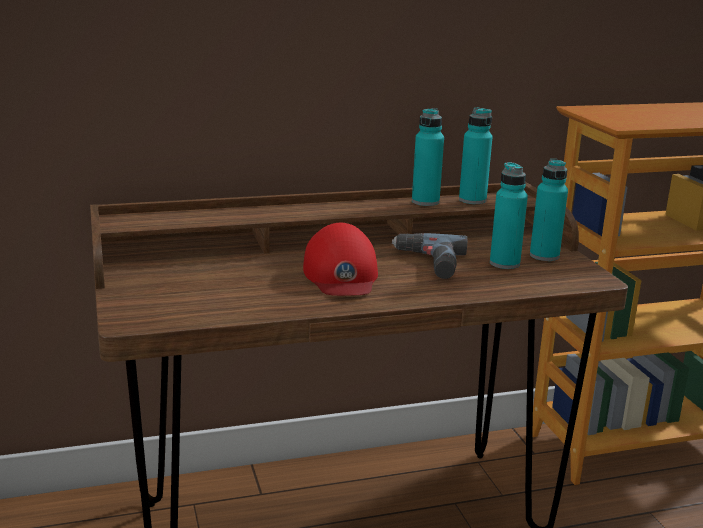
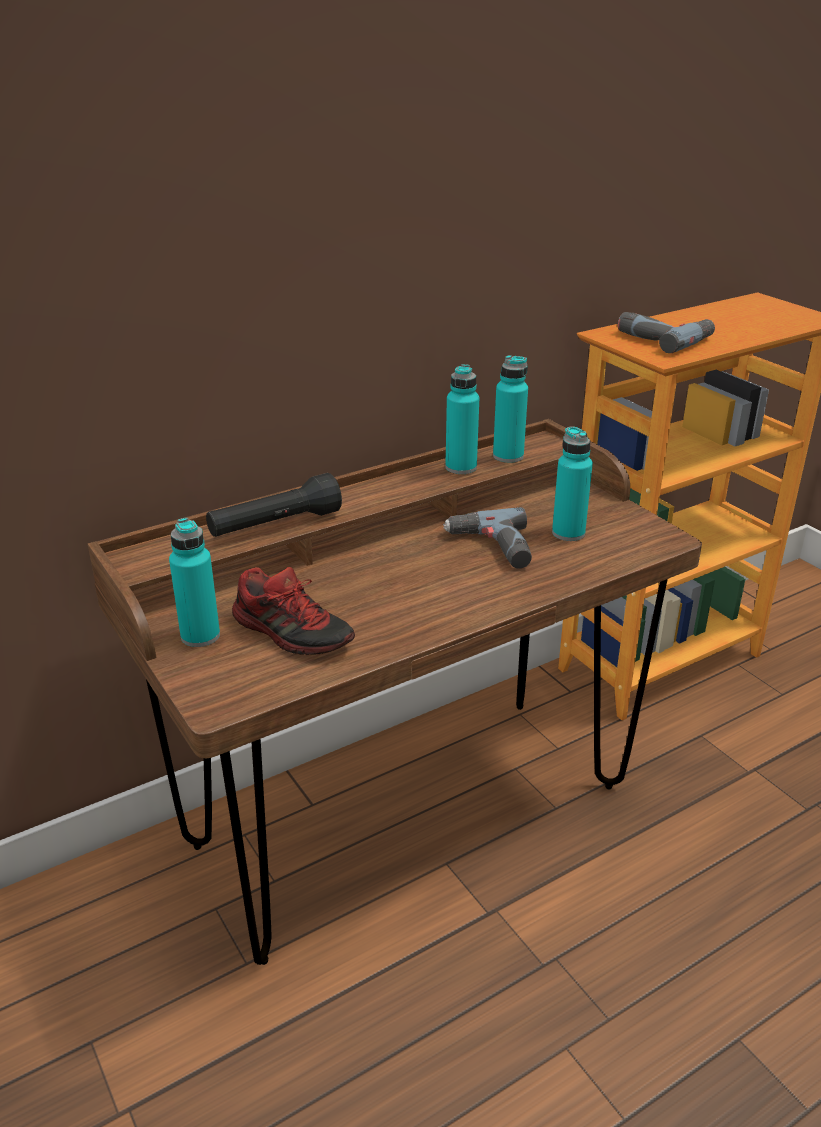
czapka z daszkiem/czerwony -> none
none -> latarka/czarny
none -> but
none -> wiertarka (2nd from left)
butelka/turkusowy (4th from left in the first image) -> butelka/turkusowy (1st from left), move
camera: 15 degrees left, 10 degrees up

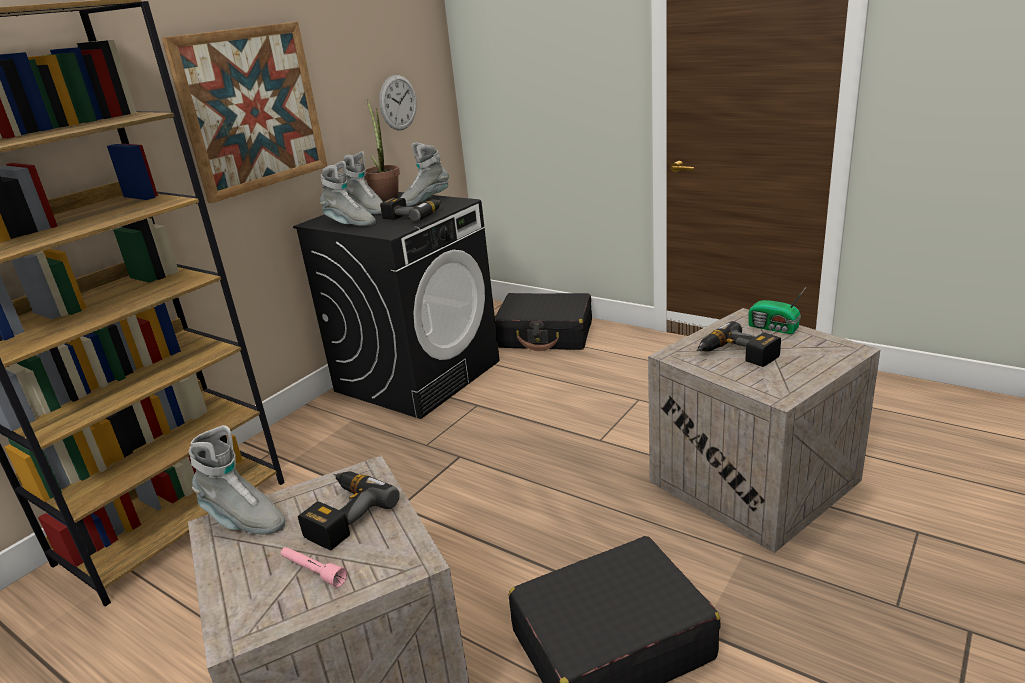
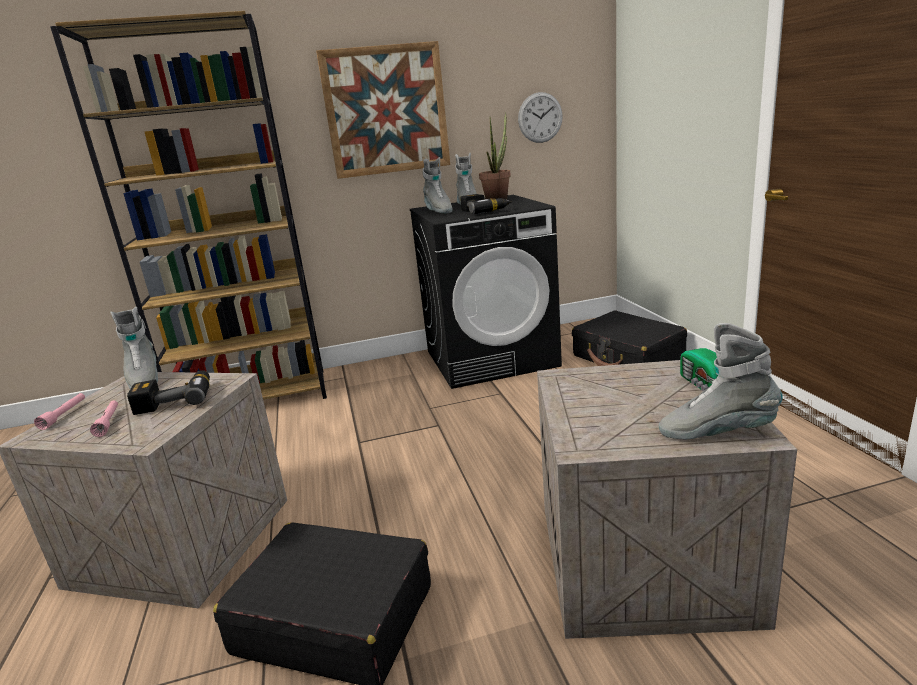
wiertarka (3rd from left) -> none
none -> latarka/różowy (1st from left)
but z cholewką/szary (4th from left), move
camera: 40 degrees right, 5 degrees down

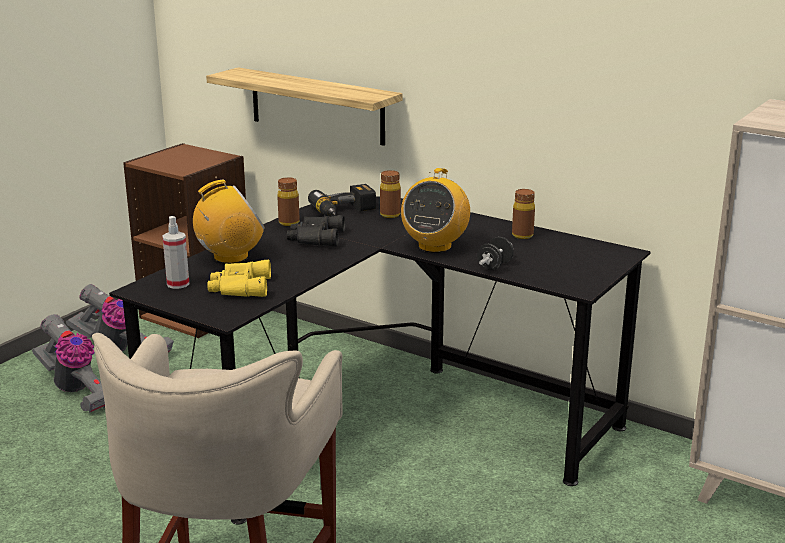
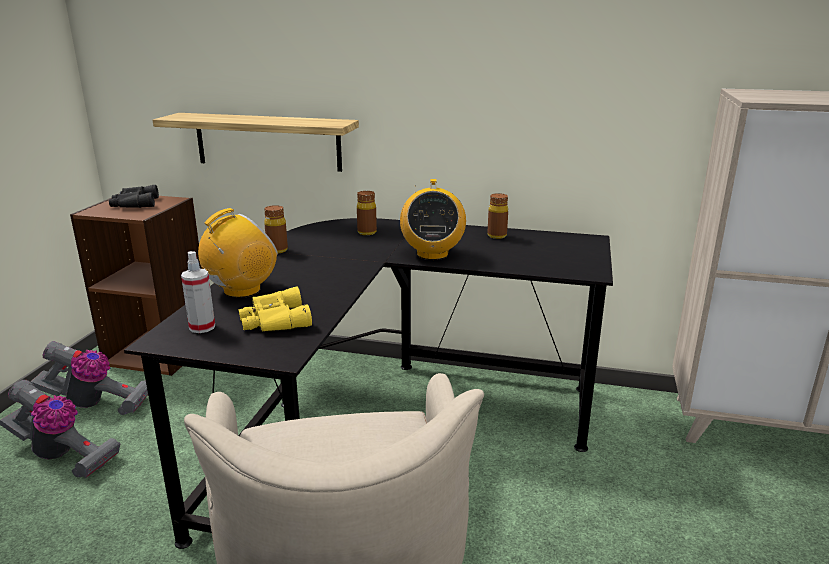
wiertarka -> none
hantel/czarny -> none
lornetka/czarny, move
camera: 20 degrees left, 0 degrees up

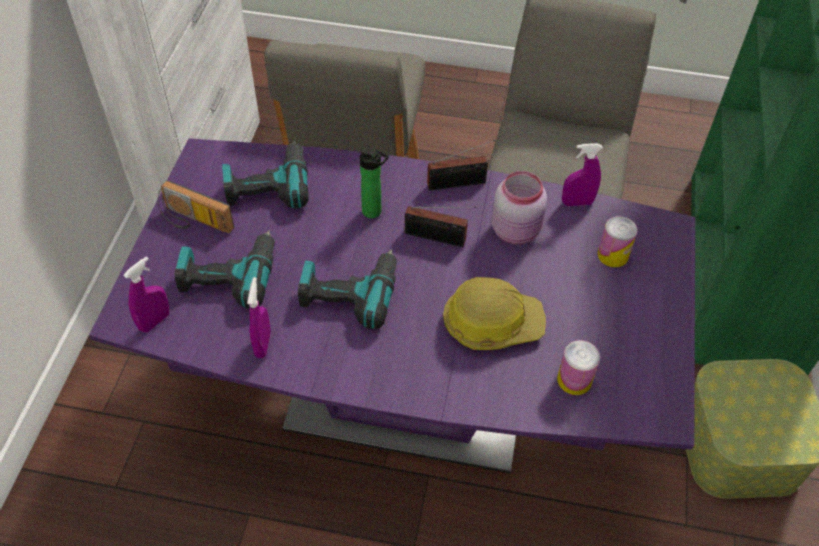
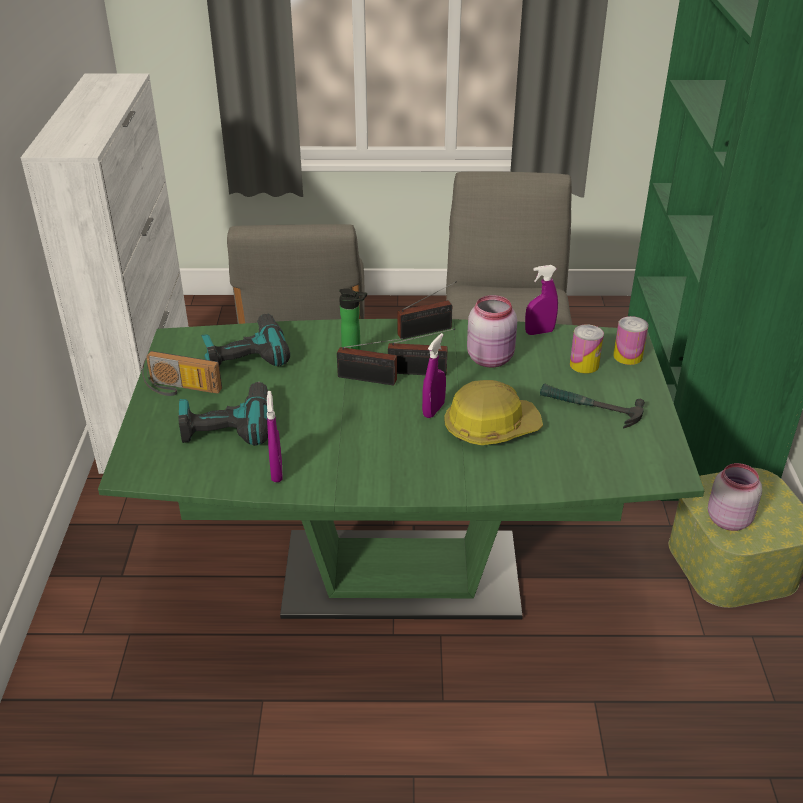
wiertarka (3rd from left) -> none
none -> radio (2nd from left)
none -> młotek
none -> słoik/różowy (2nd from left)
spryskiwacz/fioletowy (1st from left in the first image) -> spryskiwacz/fioletowy (2nd from left), move
puszka (1st from left in the first image) -> puszka (2nd from left), move
stół jadalny/fioletowy -> stół jadalny/zielony
camera: 10 degrees left, 15 degrees down

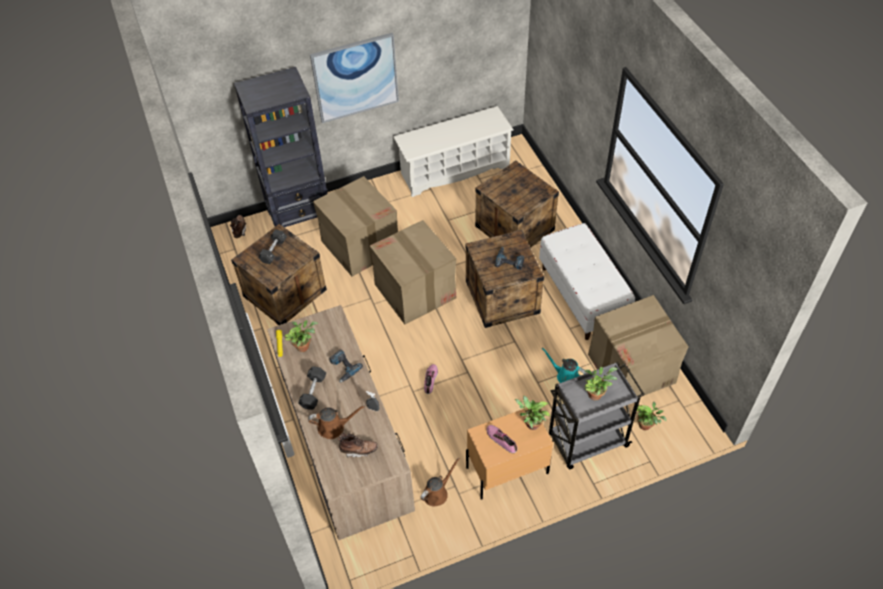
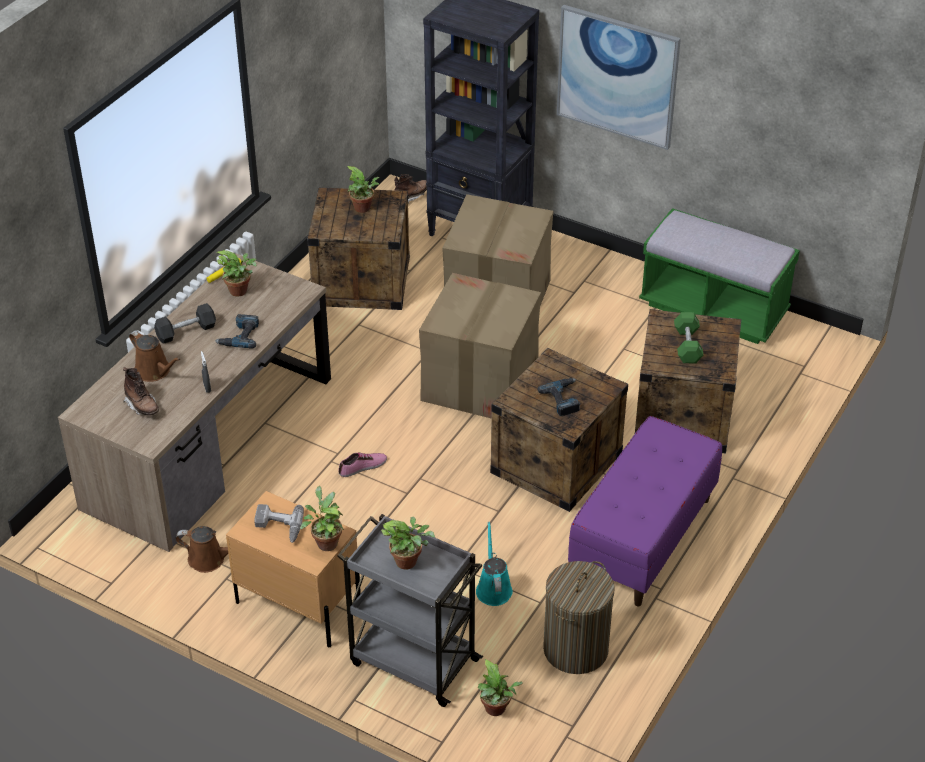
none -> hantel/zielony
hantel/czarny (1st from left) -> roślina doniczkowa (3rd from left)
regał na buty/biały -> ławka/zielony
but (2nd from left) -> wiertarka (2nd from left)
karton (3rd from left) -> kosz na pranie
ławka/biały -> ławka/fioletowy
camera: 50 degrees right, 10 degrees down

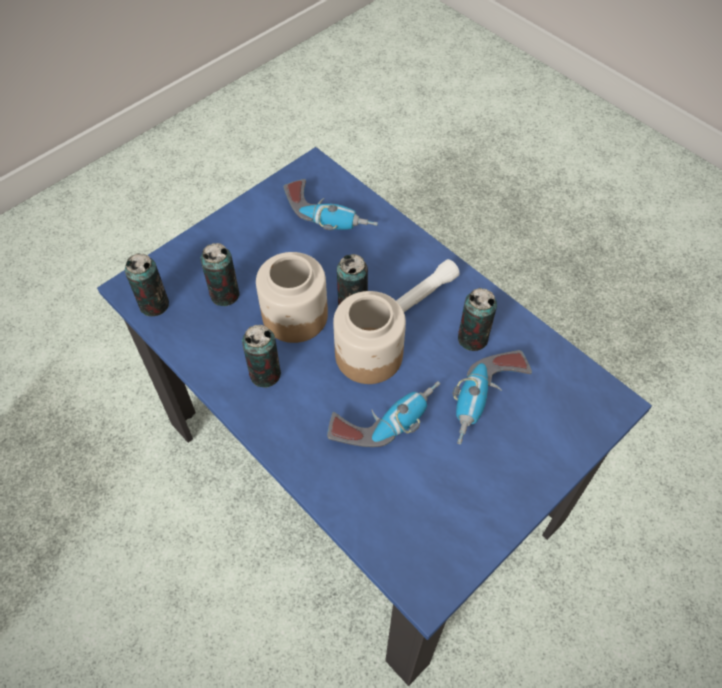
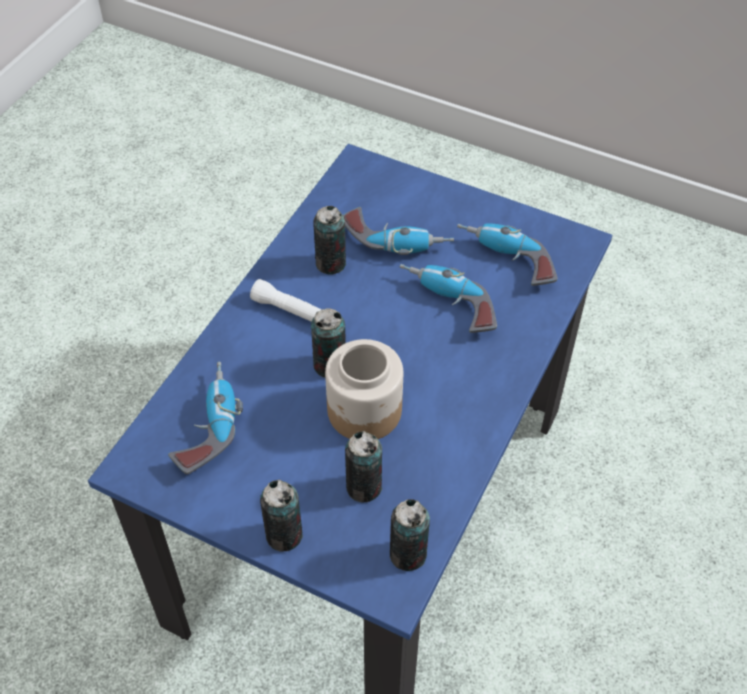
słoik (2nd from left) -> none
none -> wiertarka (4th from left)
puszka (3rd from left in the first image) -> puszka (1st from left), move
camera: 110 degrees left, 5 degrees down

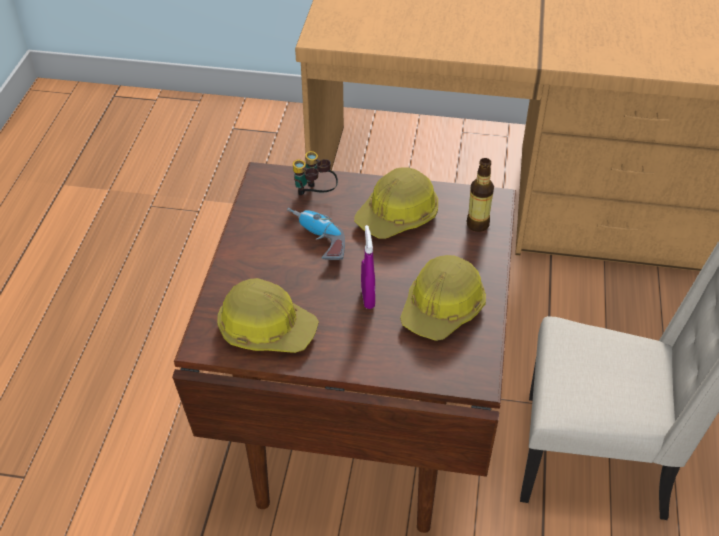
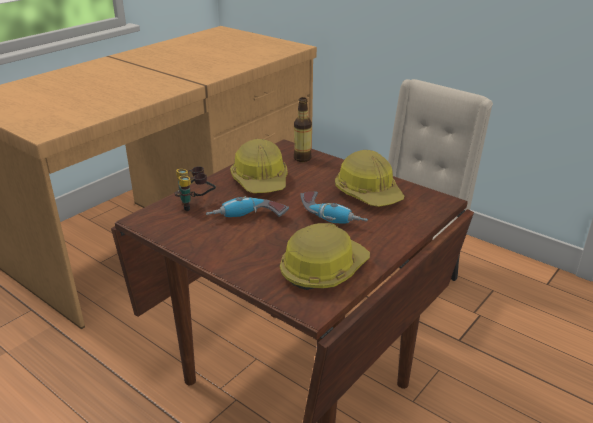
spryskiwacz/fioletowy -> wiertarka (2nd from left)
camera: 60 degrees left, 15 degrees down

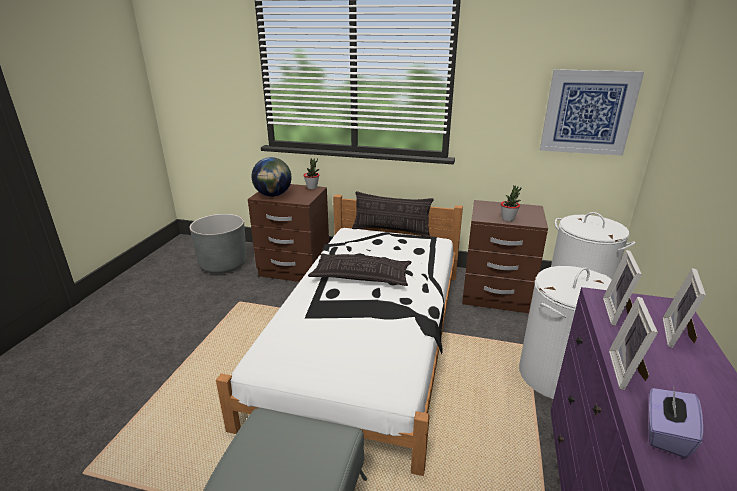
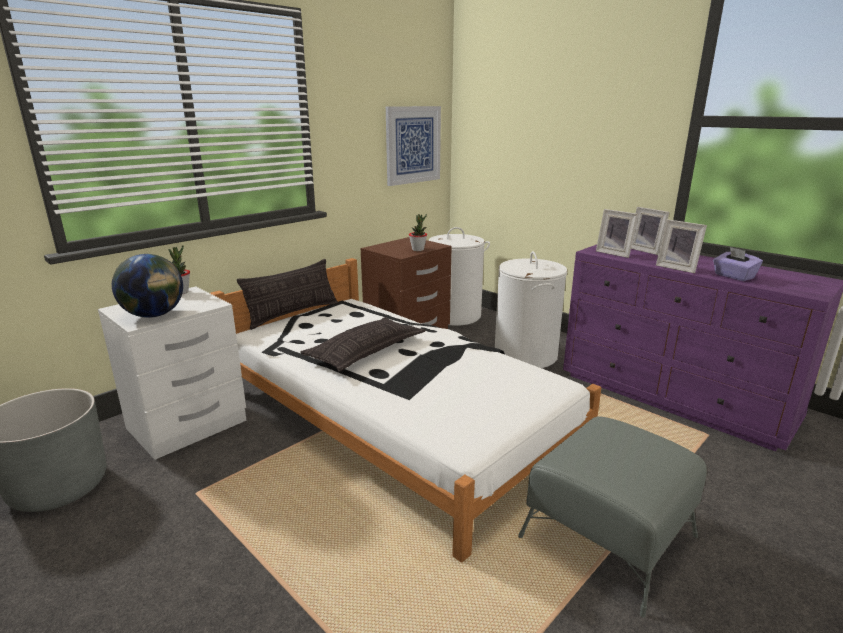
szafka nocna/brązowy (1st from left) -> szafka nocna/biały
camera: 60 degrees left, 5 degrees down

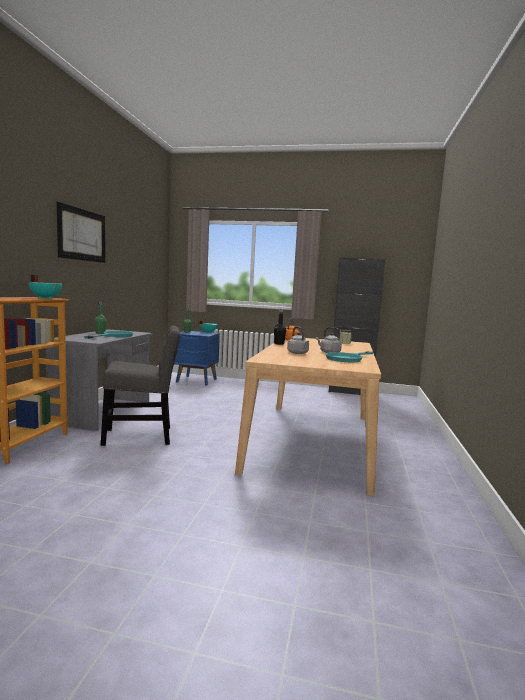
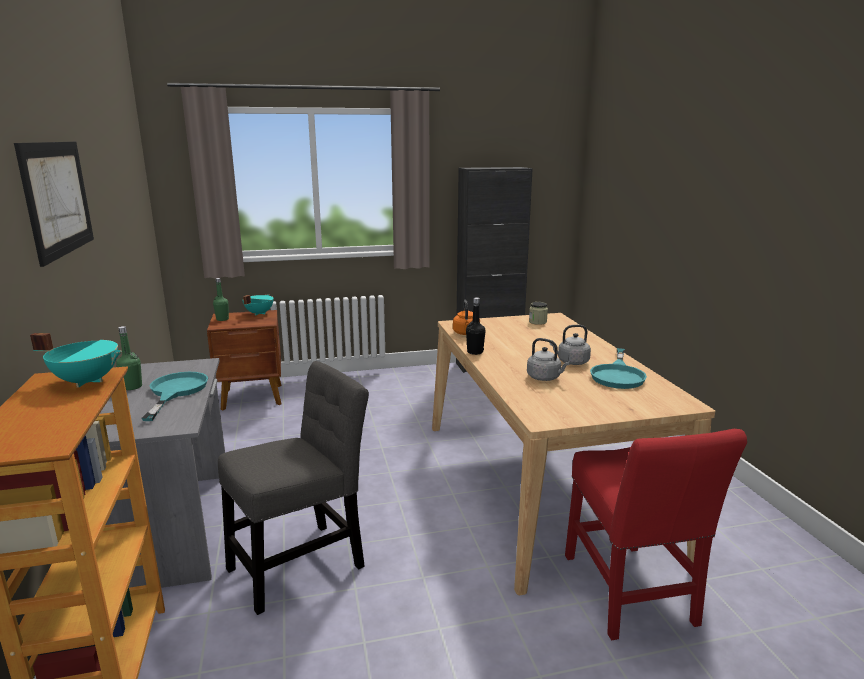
none -> krzesło/czerwony
szafka nocna/niebieski -> szafka nocna/brązowy
camera: 25 degrees left, 10 degrees up

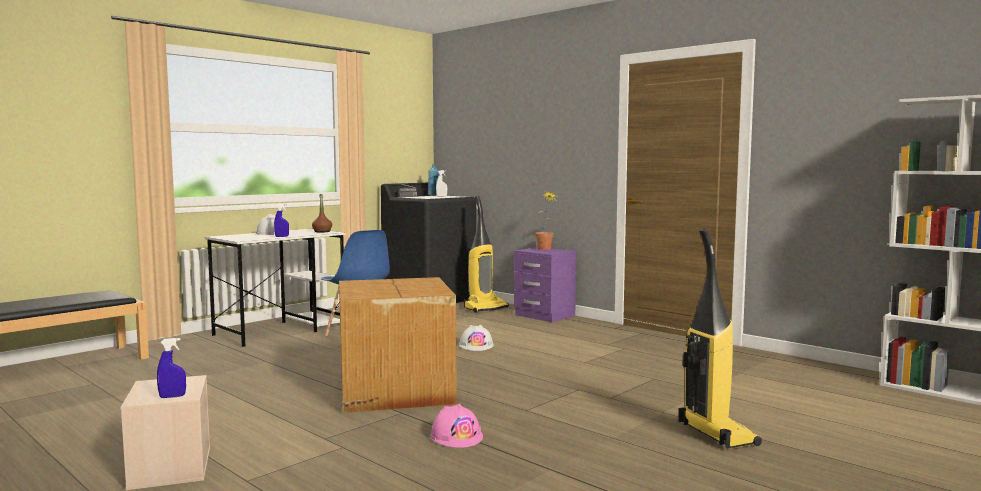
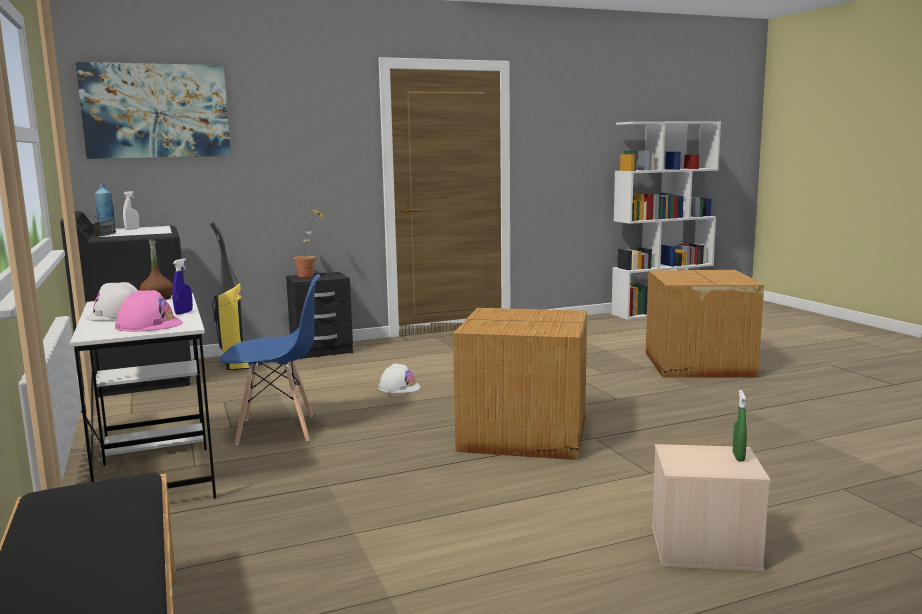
none -> obraz
kask/różowy, move
odkurzacz (2nd from left) -> karton (2nd from left)
spryskiwacz/niebieski (1st from left) -> spryskiwacz/zielony
szafka nocna/fioletowy -> szafka nocna/czarny
camera: 65 degrees left, 5 degrees up

